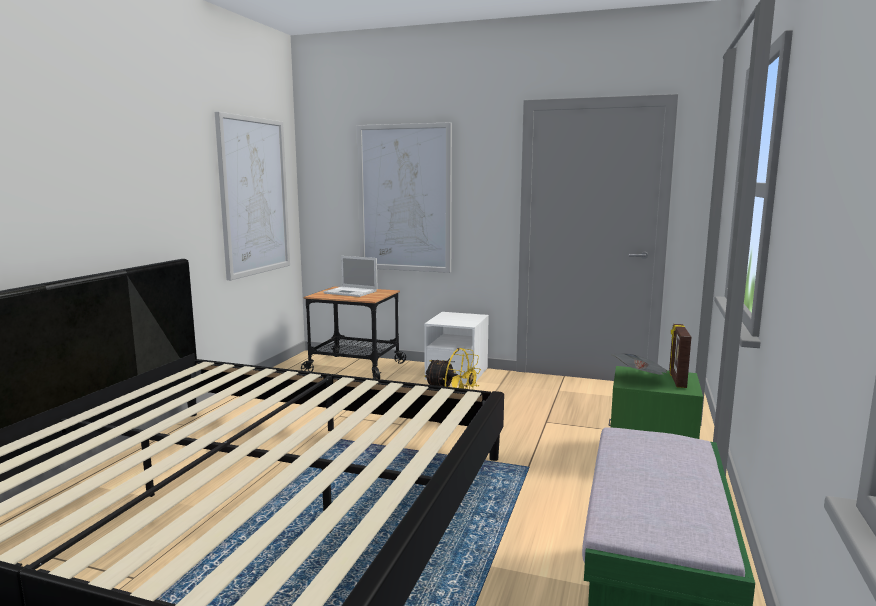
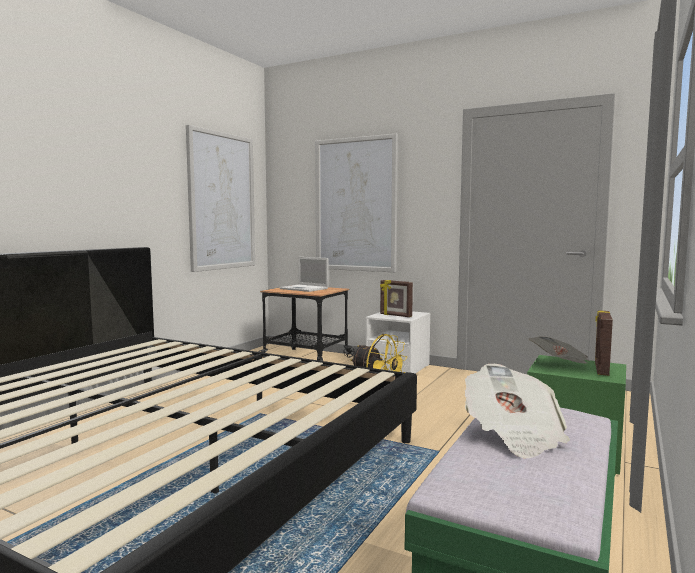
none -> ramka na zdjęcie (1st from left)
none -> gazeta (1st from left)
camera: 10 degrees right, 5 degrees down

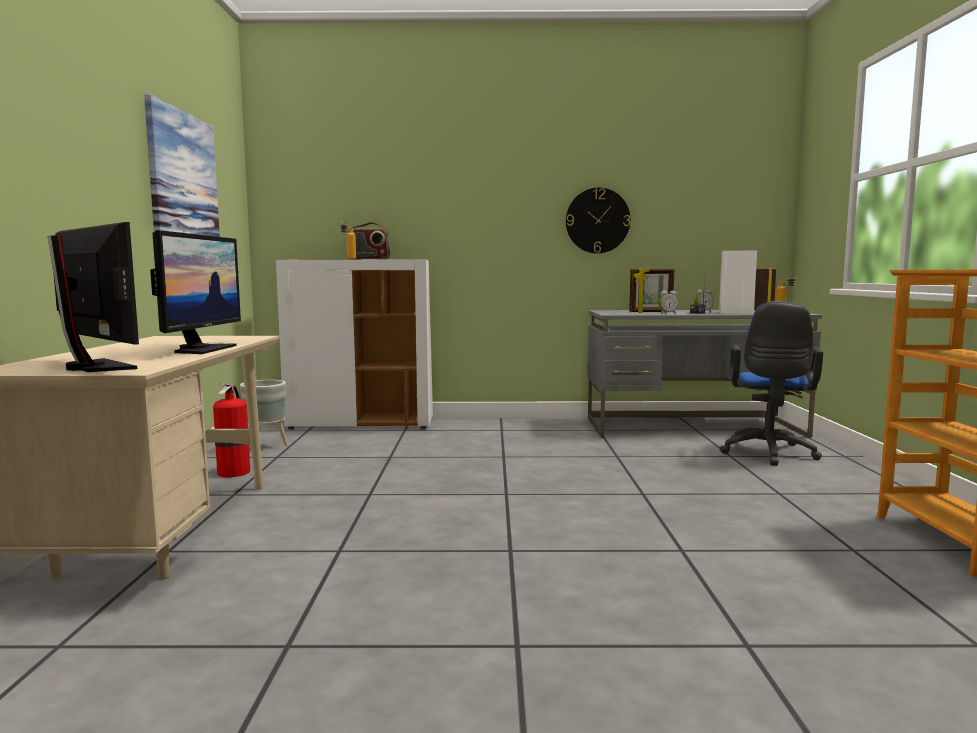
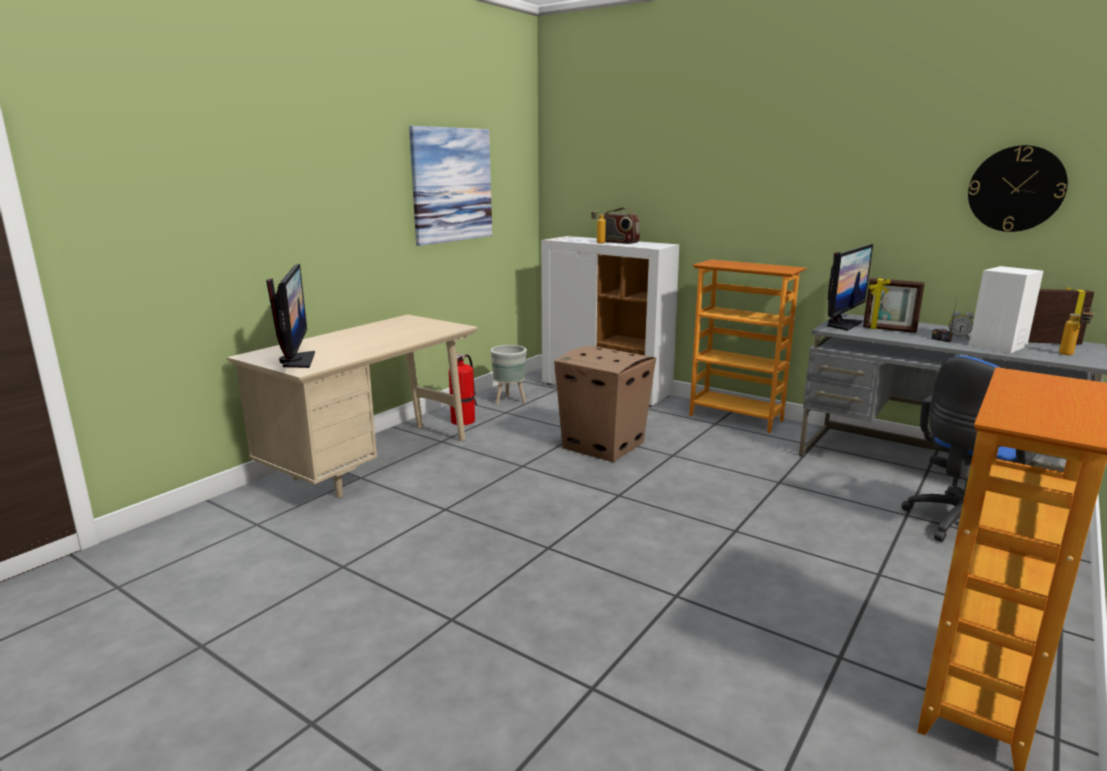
budzik (1st from left) -> none
none -> karton
none -> regał (1st from left)
monitor (2nd from left), move
zegar ścienny, move
camera: 35 degrees right, 10 degrees up

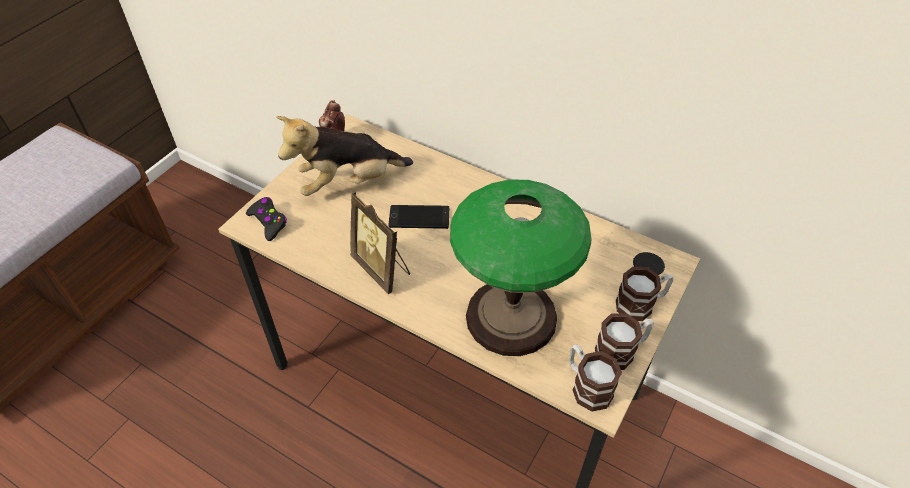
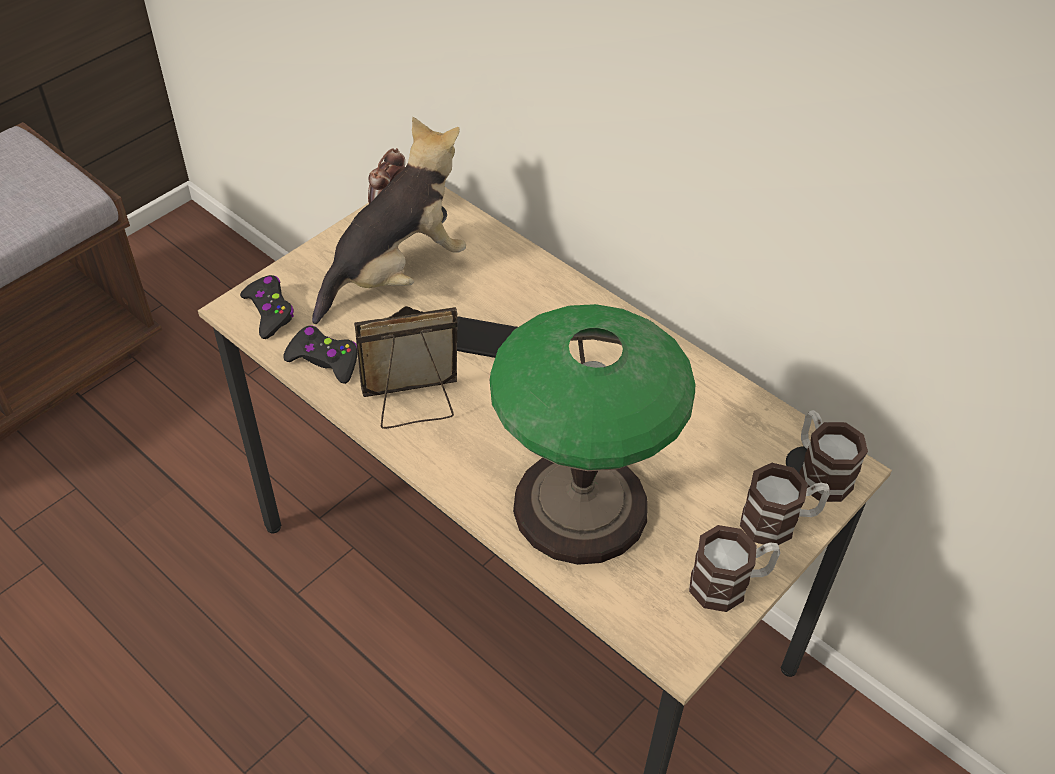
none -> pad do gier/czarny (2nd from left)
kubek (1st from left in the first image) -> kubek (3rd from left), move
pluszak, 150 degrees clockwise
ramka na zdjęcie, 105 degrees clockwise
camera: 10 degrees right, 0 degrees up

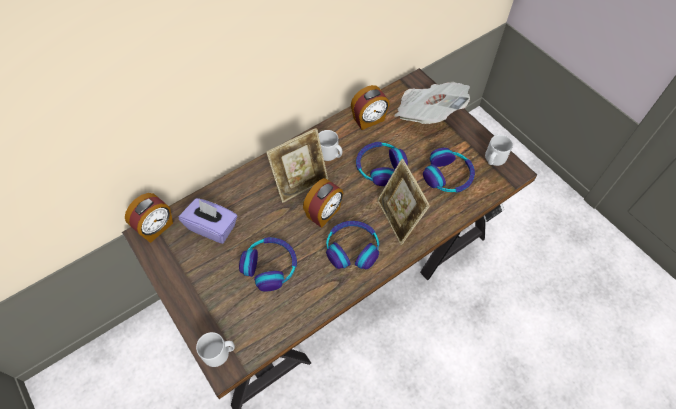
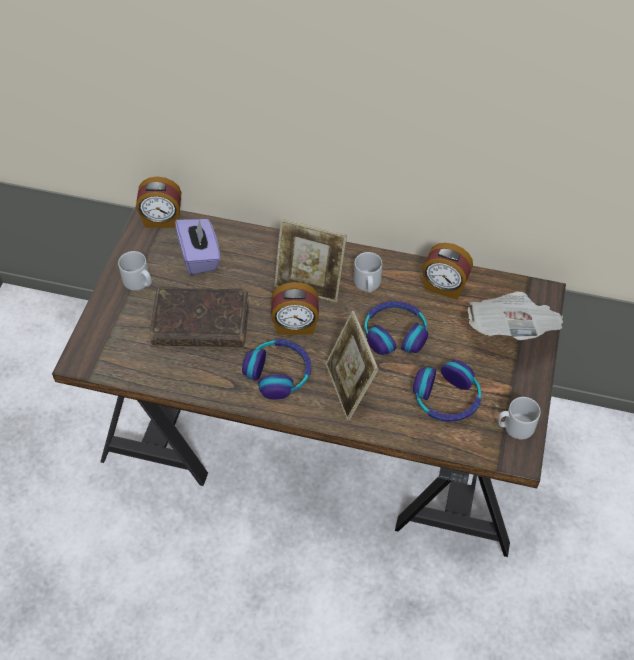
kubek/szary (1st from left), move
słuchawki (1st from left) -> książka/brązowy
ramka na zdjęcie (2nd from left), 45 degrees counterclockwise
camera: 50 degrees right, 5 degrees down

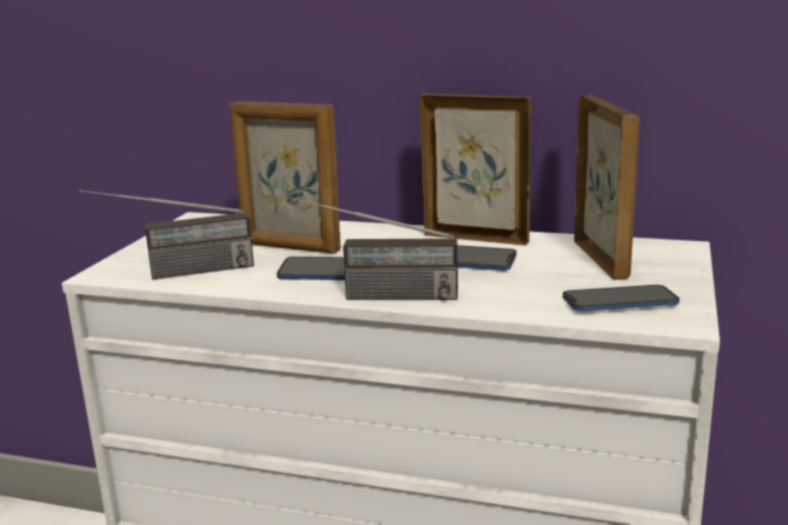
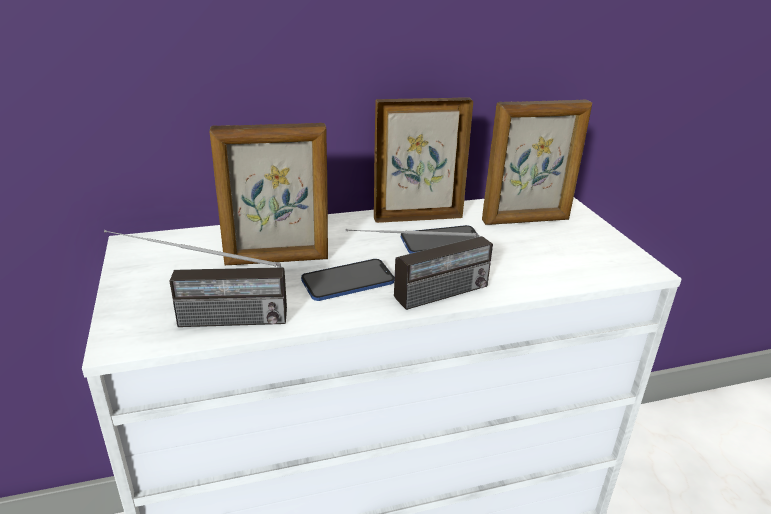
telefon (3rd from left) -> none
radio (1st from left), 45 degrees clockwise
ramka na zdjęcie (3rd from left), 120 degrees clockwise
camera: 35 degrees left, 10 degrees up

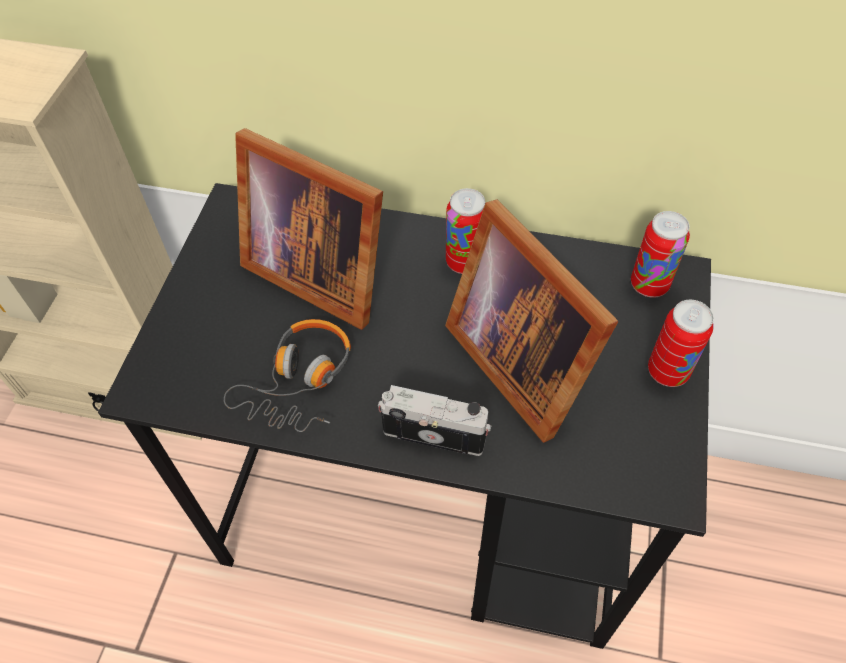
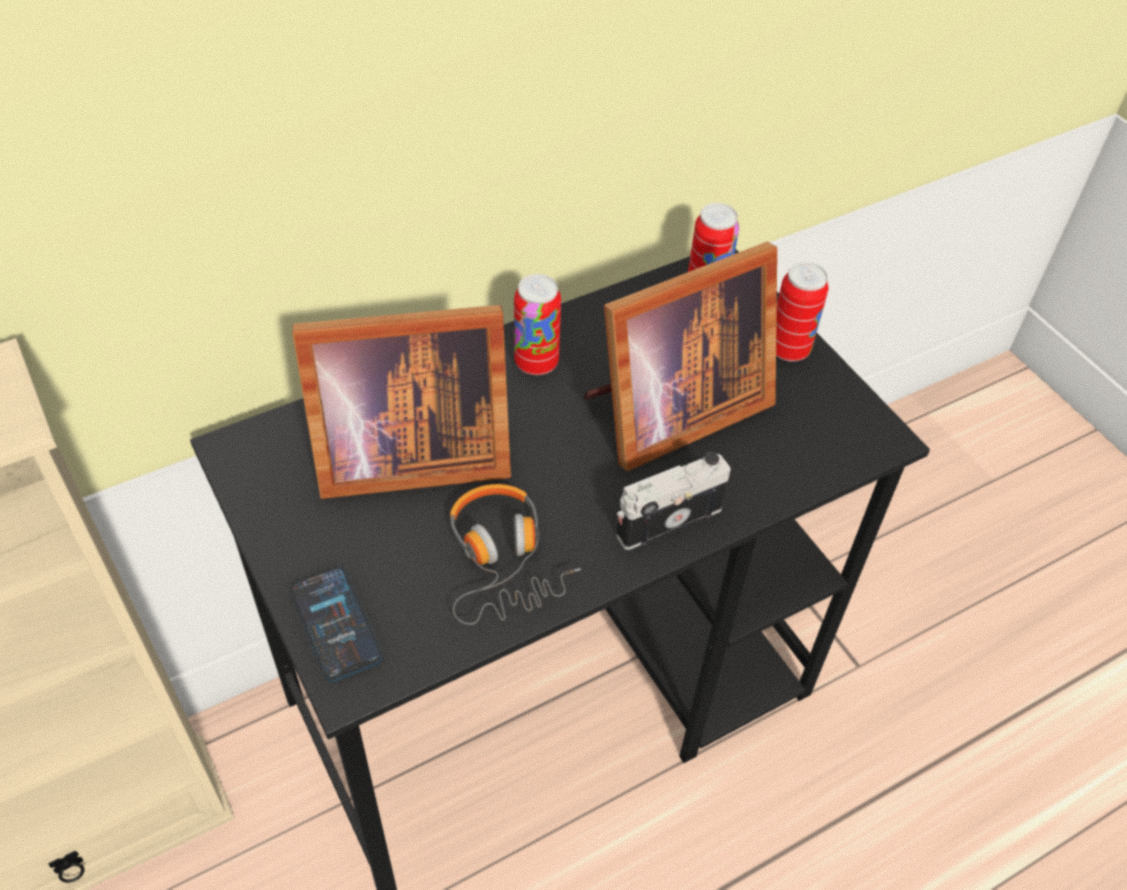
none -> telefon
ramka na zdjęcie (2nd from left), 45 degrees counterclockwise
camera: 45 degrees left, 5 degrees down

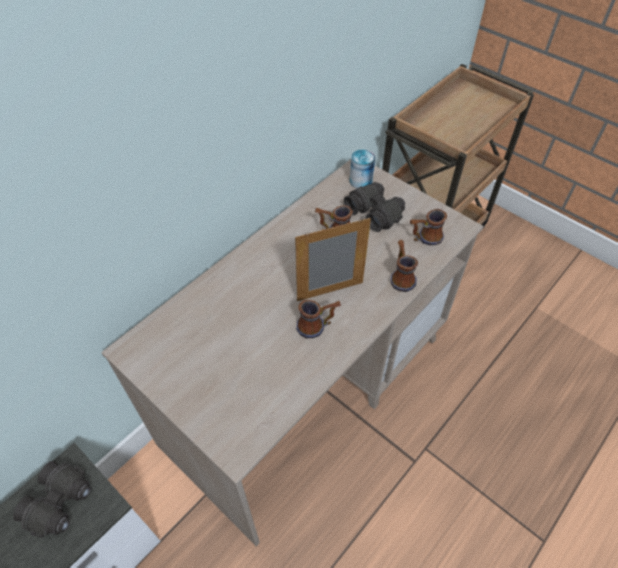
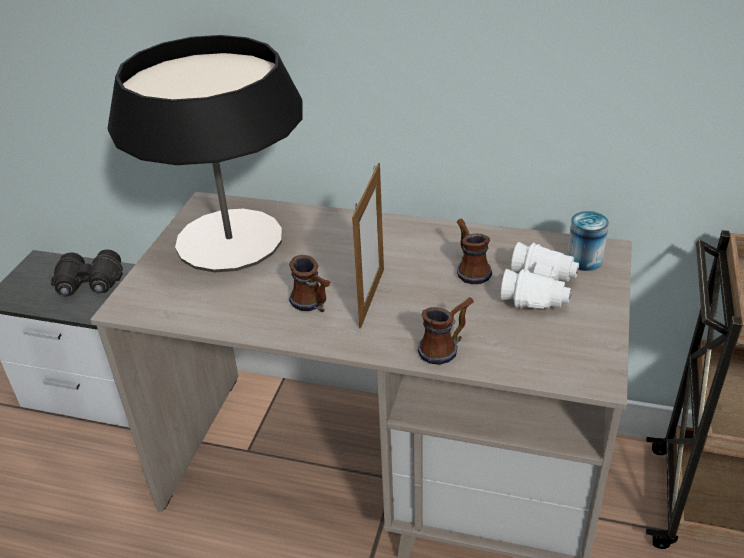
kubek (4th from left) -> none
none -> lampa stołowa
lornetka/czarny (2nd from left) -> lornetka/biały
ramka na zdjęcie, 60 degrees clockwise
camera: 65 degrees right, 15 degrees down

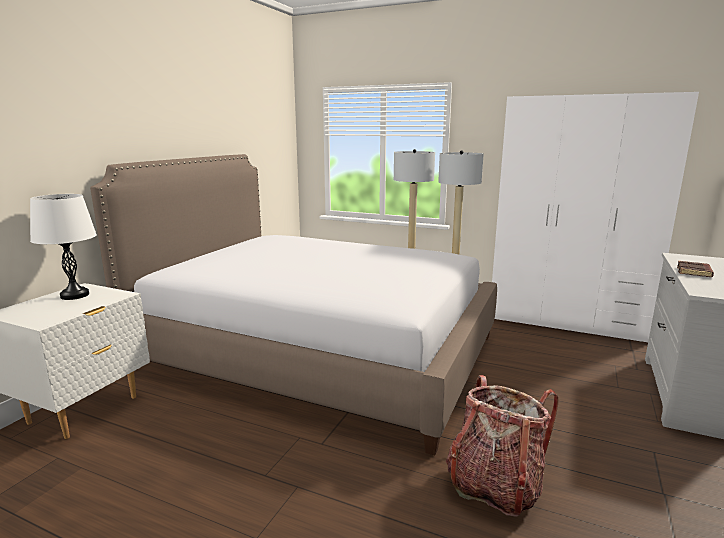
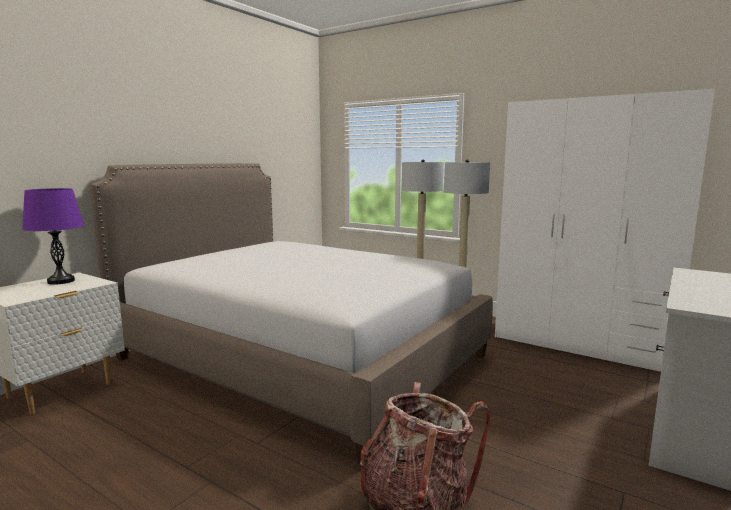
książka/brązowy -> none
lampa stołowa/biały -> lampa stołowa/fioletowy
camera: 10 degrees right, 5 degrees down

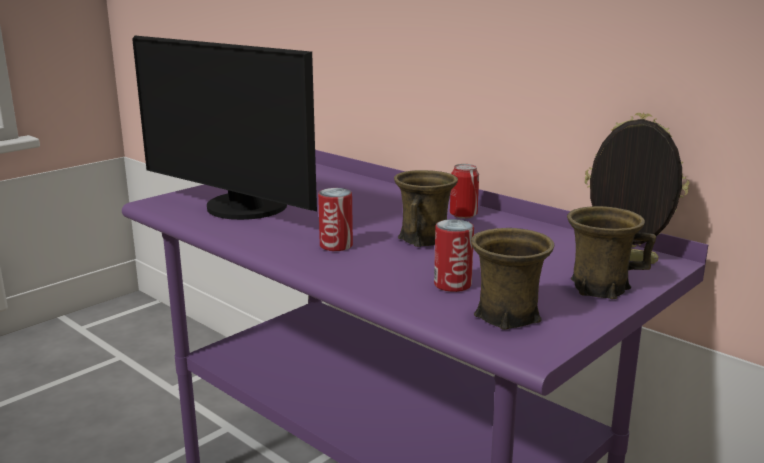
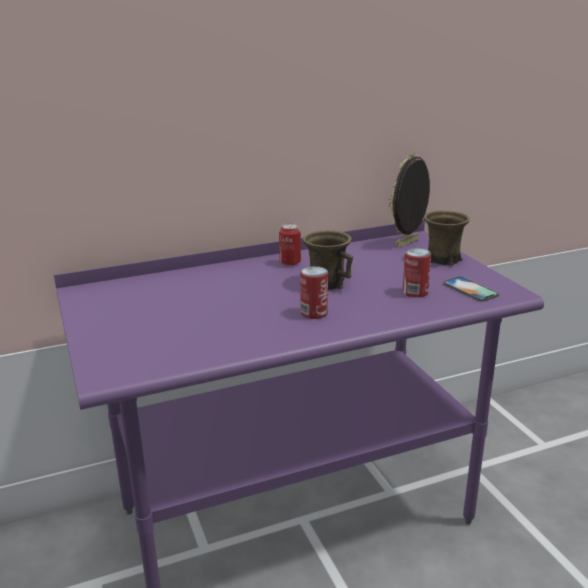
monitor -> none
kubek/brązowy (2nd from left) -> telefon
camera: 65 degrees left, 5 degrees up

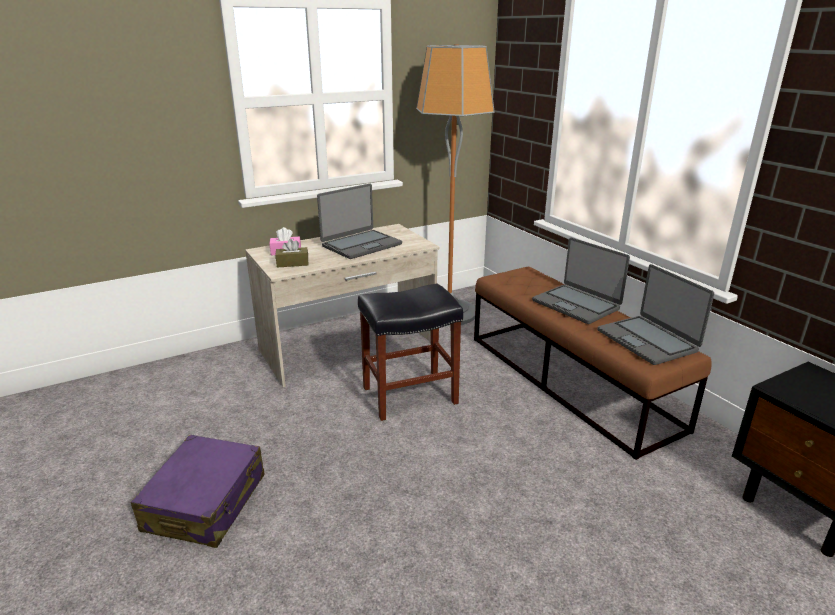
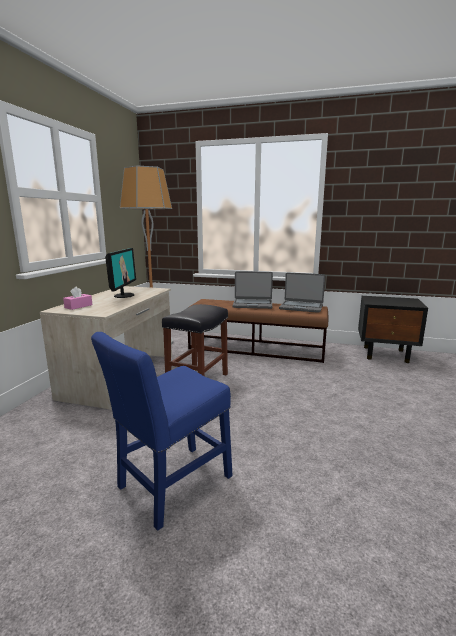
pudełko chusteczek/brązowy -> none
walizka/fioletowy -> krzesło/niebieski
laptop (1st from left) -> monitor
camera: 45 degrees left, 10 degrees down

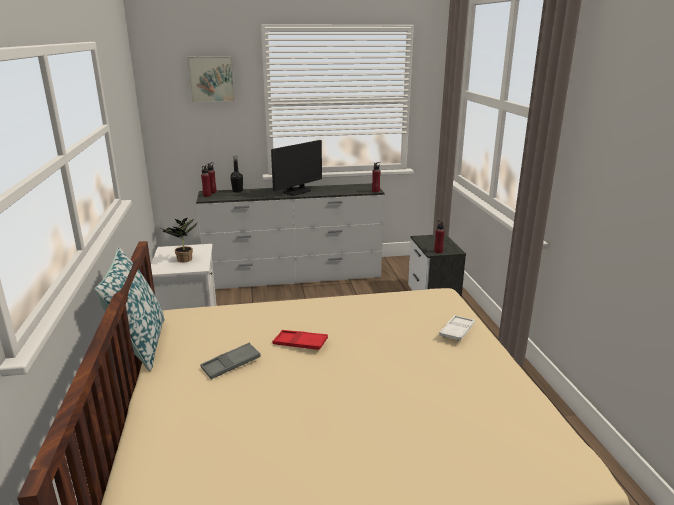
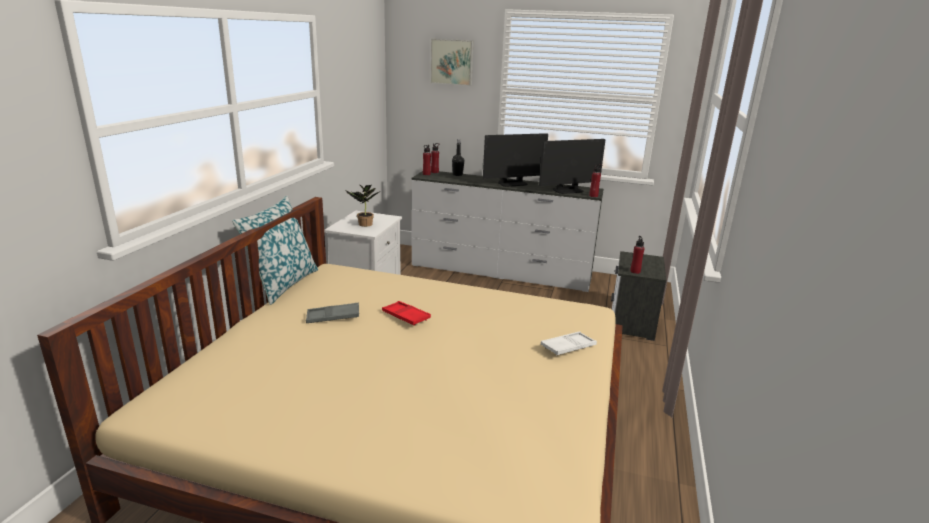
none -> monitor (2nd from left)
camera: 25 degrees right, 0 degrees up

